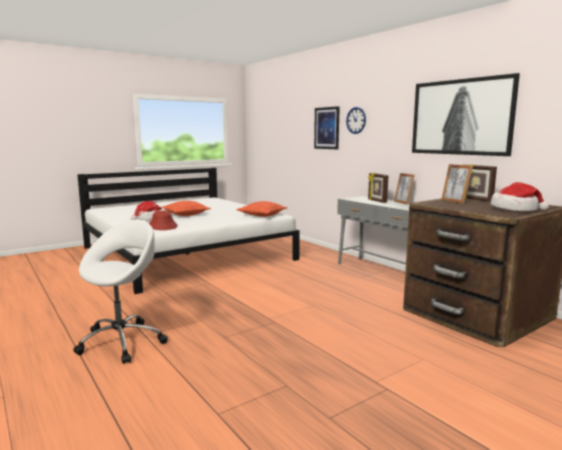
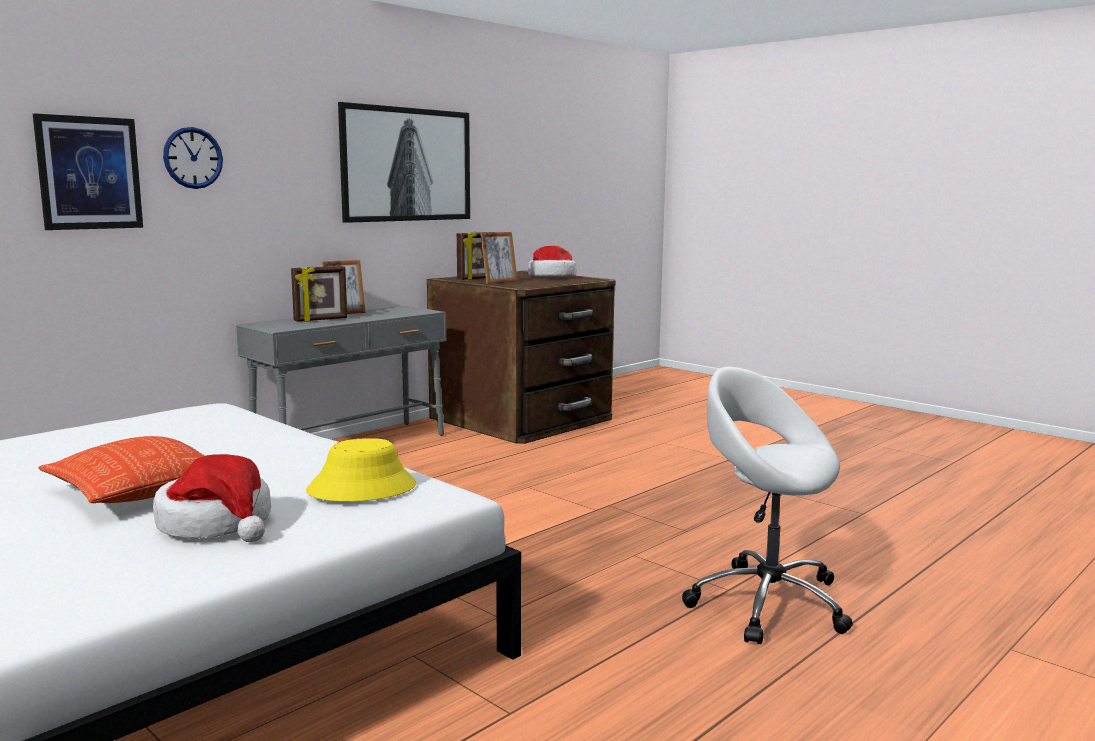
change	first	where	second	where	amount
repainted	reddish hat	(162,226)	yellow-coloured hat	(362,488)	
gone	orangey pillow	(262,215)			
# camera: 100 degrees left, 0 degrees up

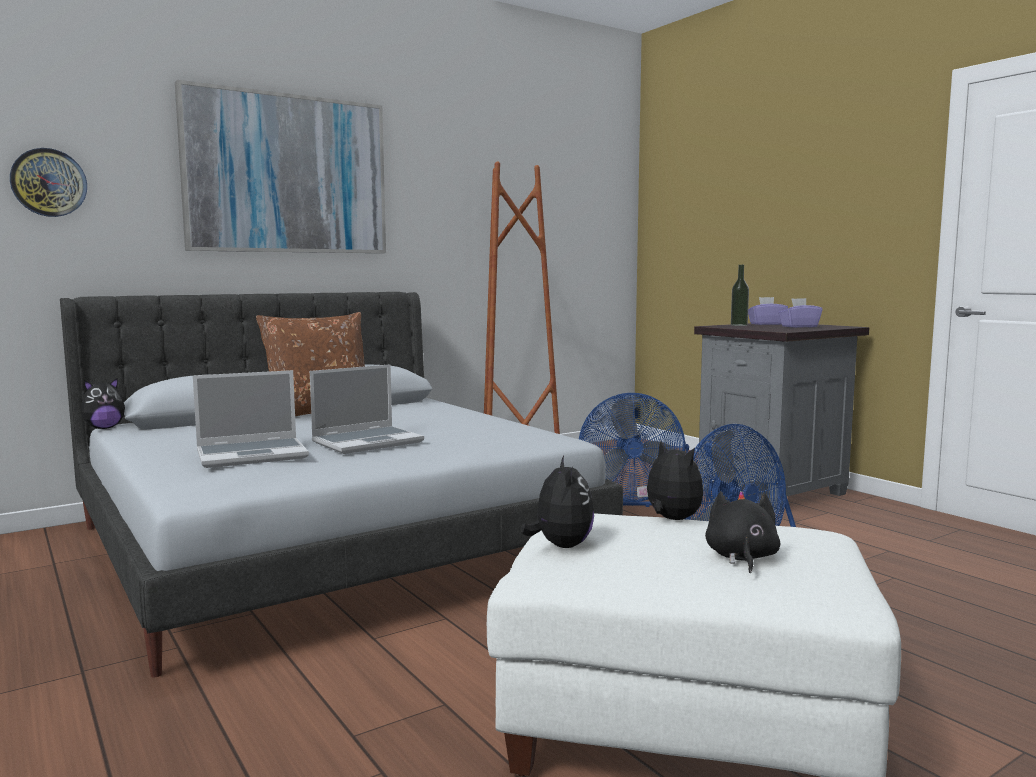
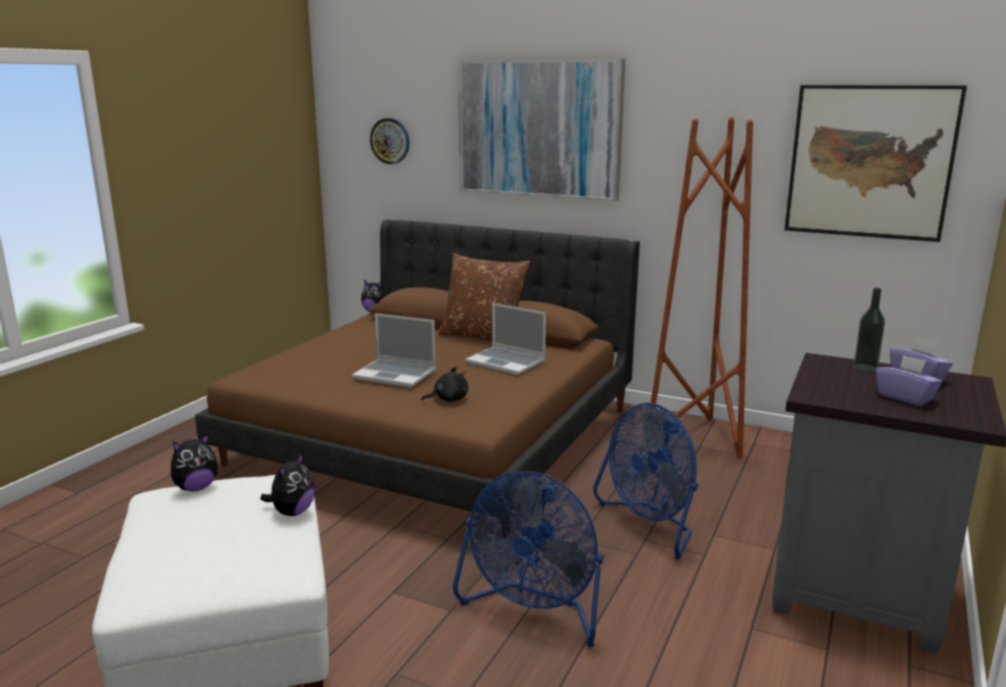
change	first	where	second	where	amount
repainted	gray bed	(329,543)	brownish bed	(436,437)	
shifted	notebook computer	(253,455)		(507,362)	
shifted	black soft toy	(741,558)		(448,399)	
new			wall picture	(869,162)	
# camera: 60 degrees right, 10 degrees up

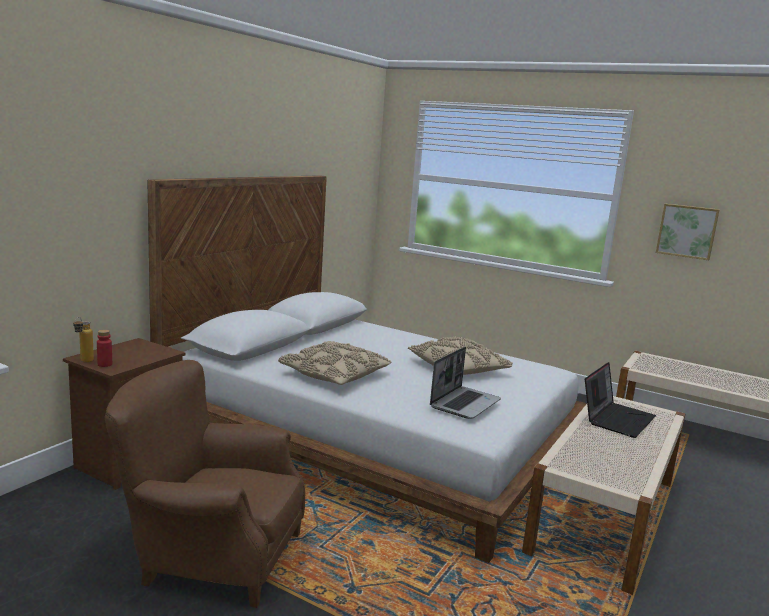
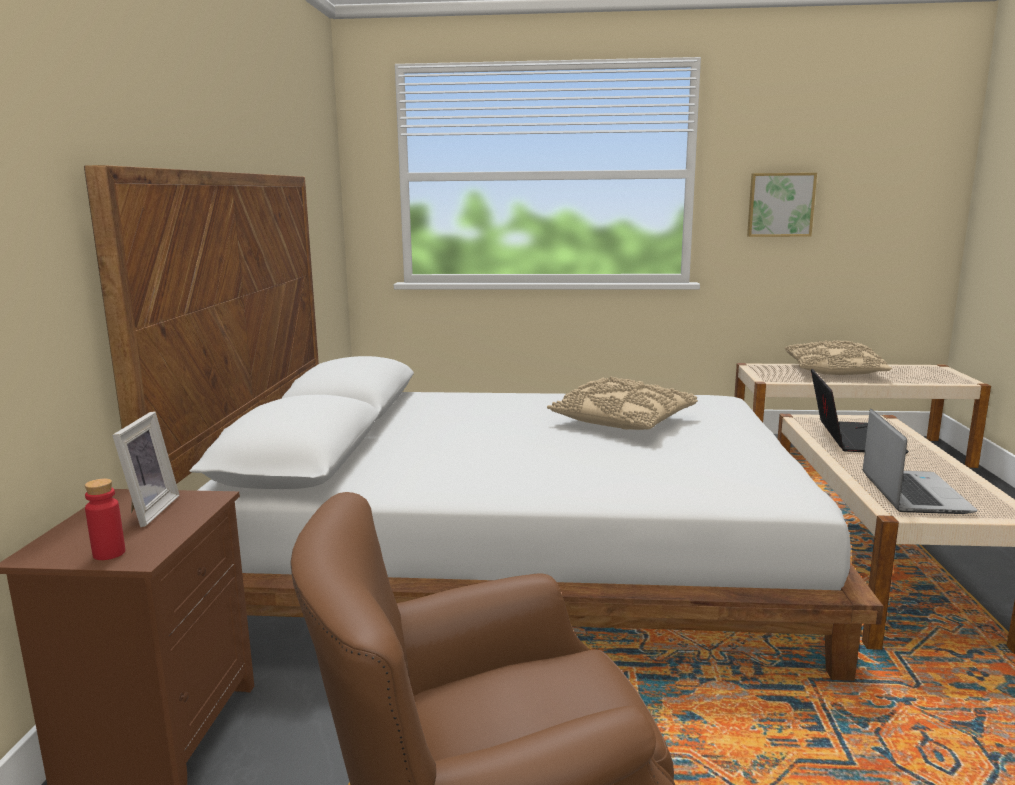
change	first	where	second	where	amount
gone	beverage bottle	(84,362)			
shifted	beige pillow	(334,374)		(833,371)	
shifted	notebook computer	(465,403)		(912,493)	
new			photo frame	(146,511)	
# camera: 25 degrees left, 0 degrees up

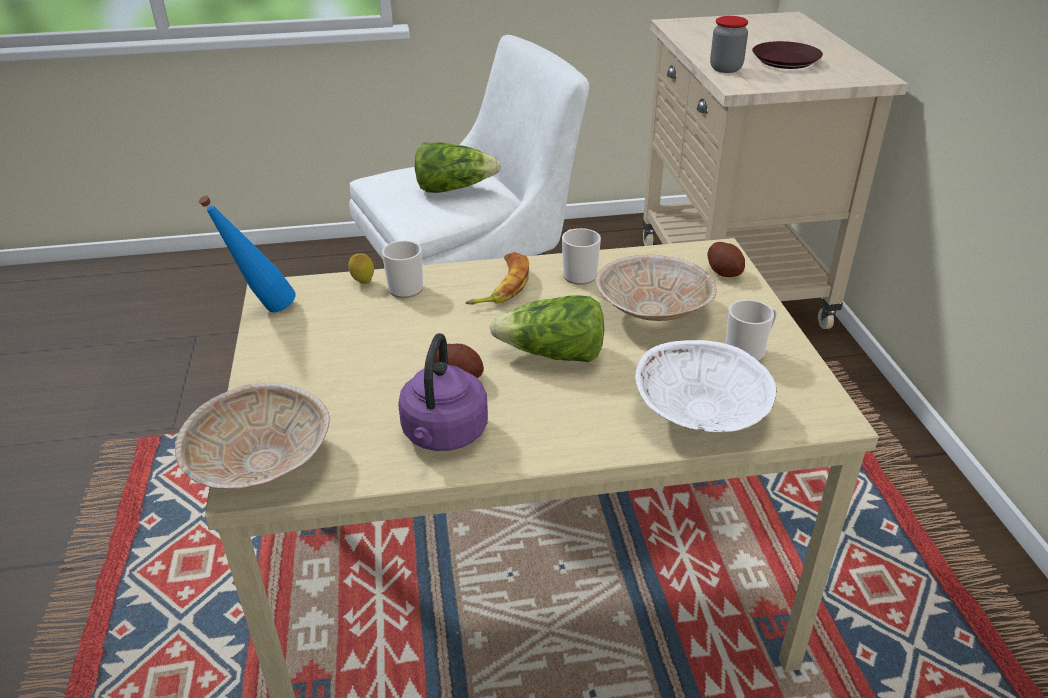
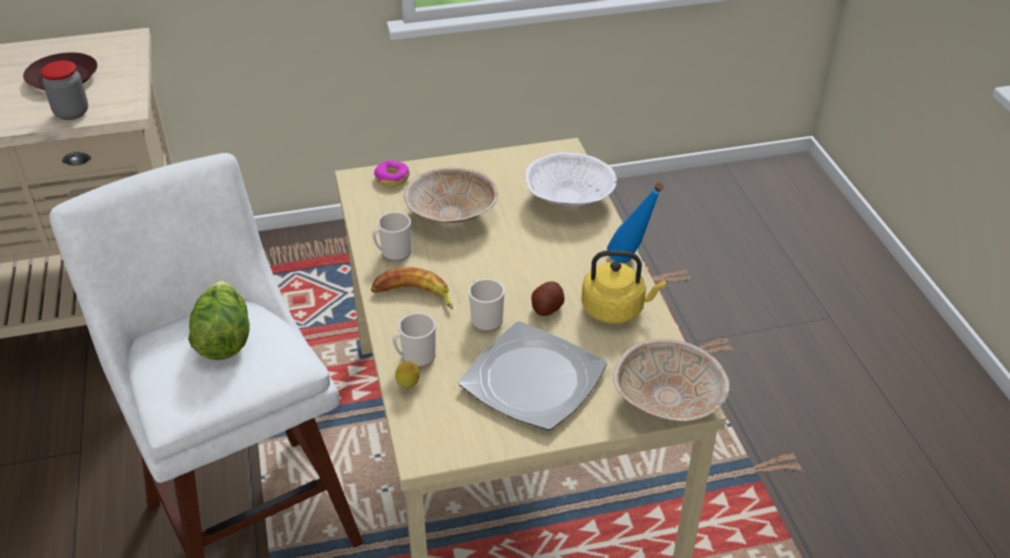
change	first	where	second	where	amount
shifted	blue-coloured beverage bottle	(263,311)		(630,263)	
repainted	purple-coloured water kettle	(443,435)	yellow-coloured water kettle	(616,309)	
gone	lettuce head	(553,355)			
swapped	whole potato	(724,272)	doughnut	(392,178)	
shifted	tea mug	(748,351)		(485,318)	
new			plate	(532,378)	
# camera: 95 degrees left, 5 degrees up

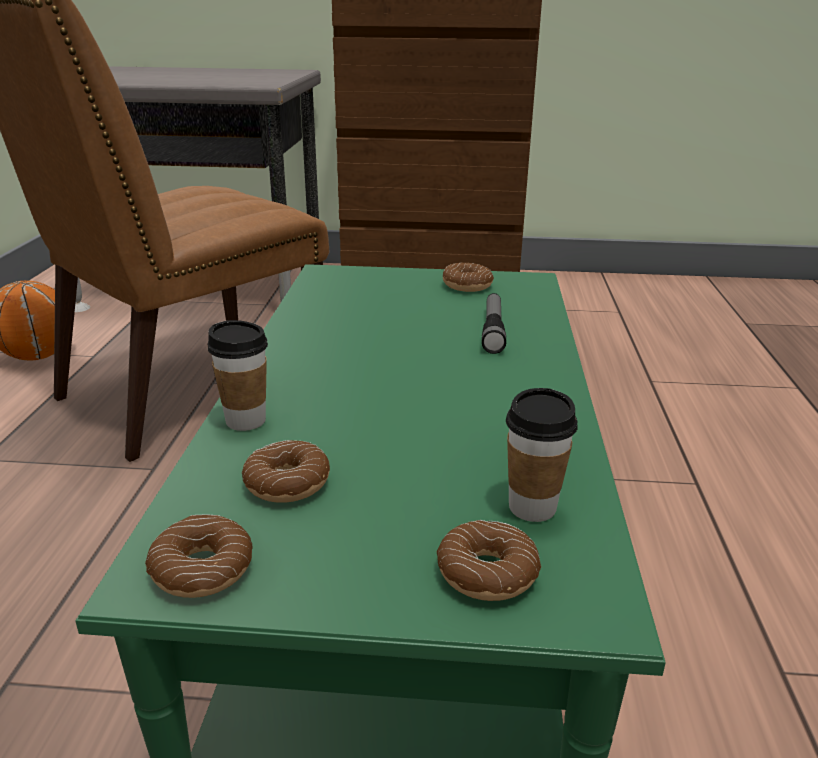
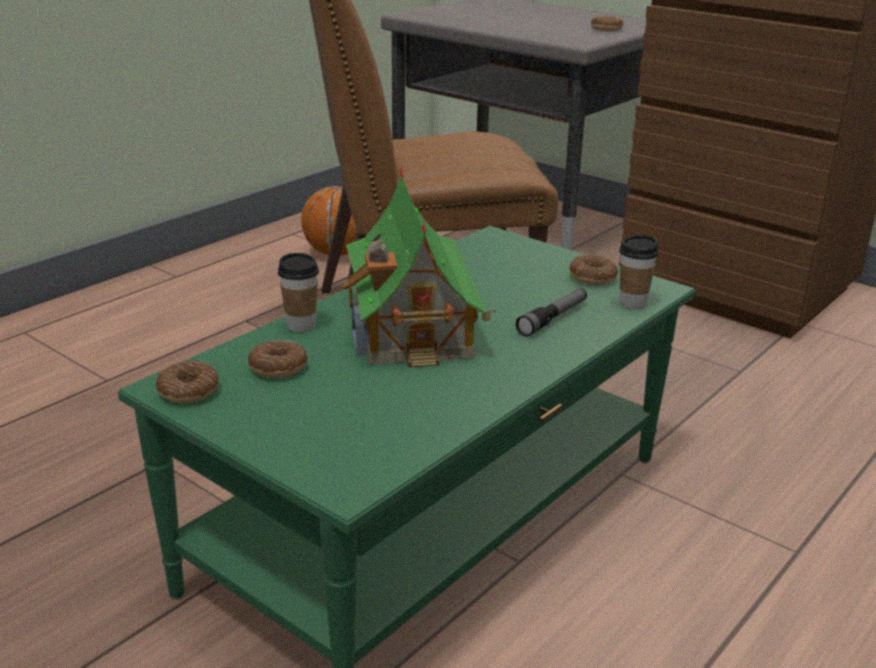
change	first	where	second	where	amount
shifted	doughnut	(487,573)		(606,29)	
shifted	drinking cup	(532,507)		(632,303)	
new			miniature house	(411,324)	
# camera: 35 degrees right, 0 degrees up

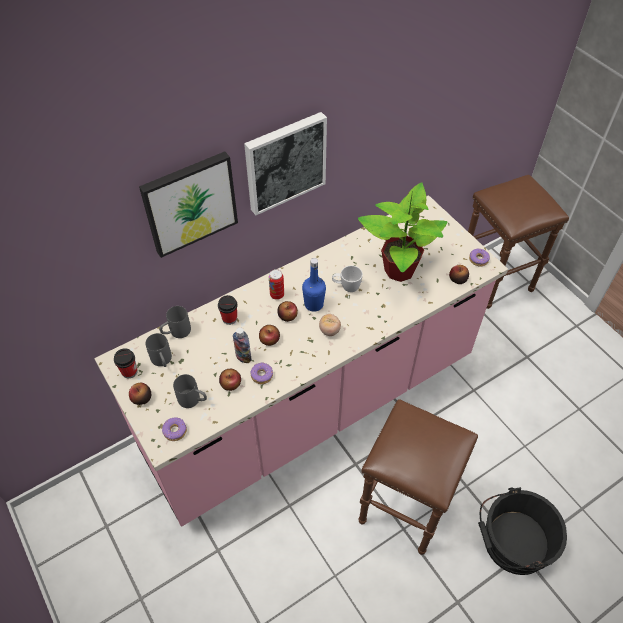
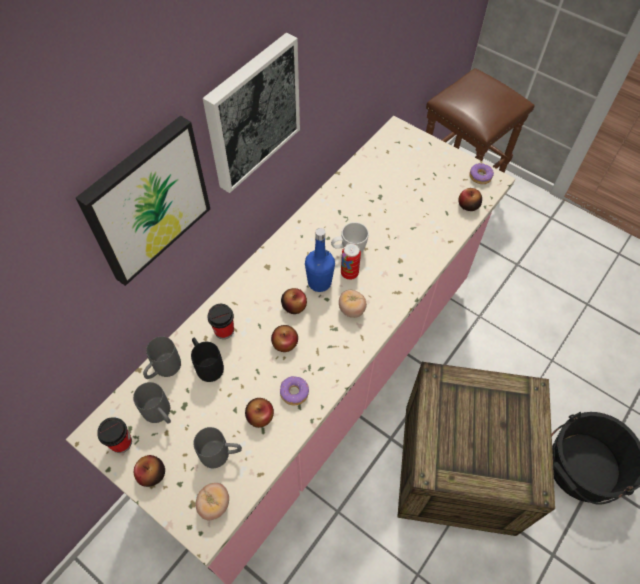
change	first	where	second	where	amount
swapped	doughnut	(175,431)	fresh tomato	(214,505)	
gone	beverage bottle	(243,357)			
shifted	can	(277,295)		(349,273)	
gone	houseplant	(399,269)			
swapped	brownish sitting stool	(403,506)	shipping crate	(458,468)	
new			black tea mug	(207,364)	
# camera: 20 degrees left, 5 degrees up

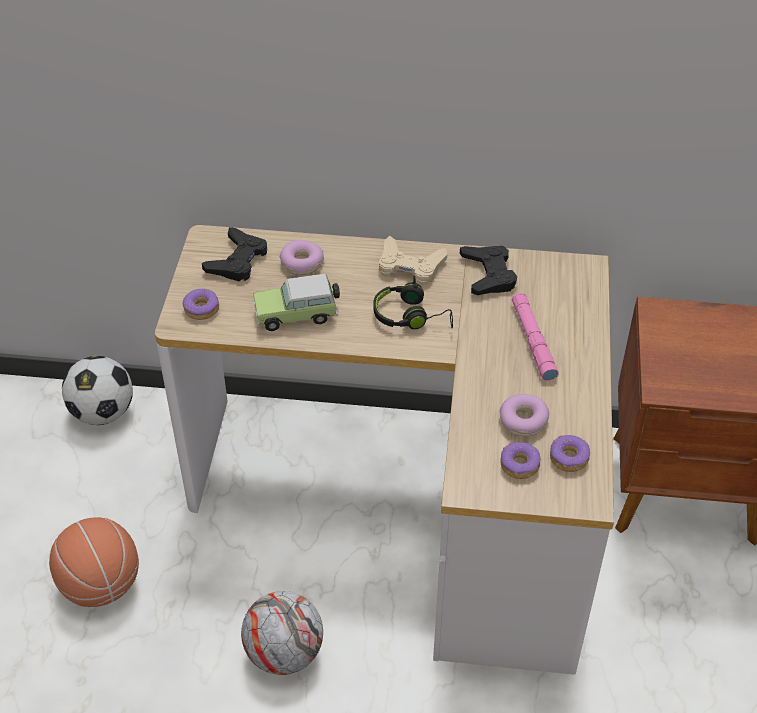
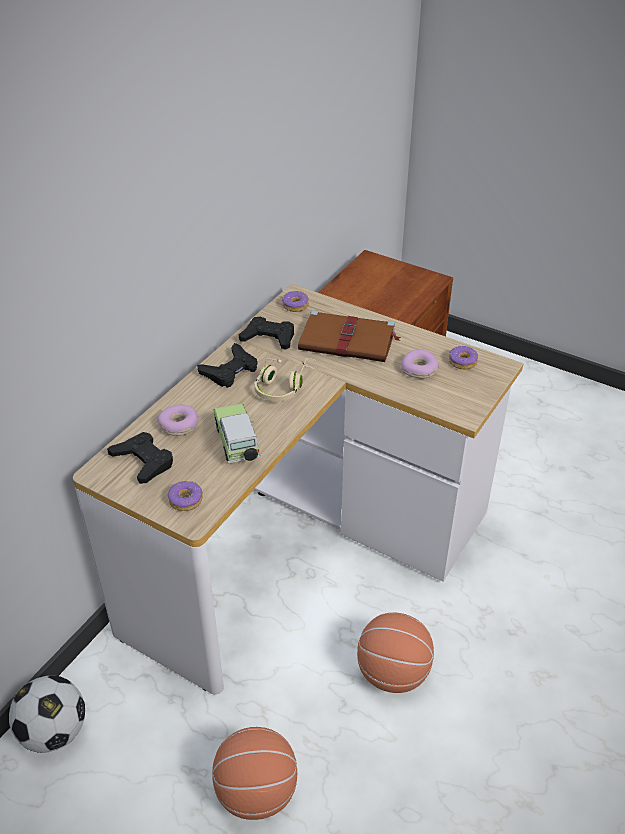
change	first	where	second	where	amount
swapped	football ball	(284,653)	basketball	(392,673)	
rotated	miniature car	(298,315)		(237,444)	150 degrees clockwise
repainted	black headphones	(411,316)	beige headphones	(284,386)	
repainted	beige joypad	(410,266)	black joypad	(230,371)	
shifted	doughnut	(519,465)		(295,306)	
swapped	pinkish hand torch	(533,341)	brownish book	(349,340)	
# camera: 65 degrees left, 5 degrees down

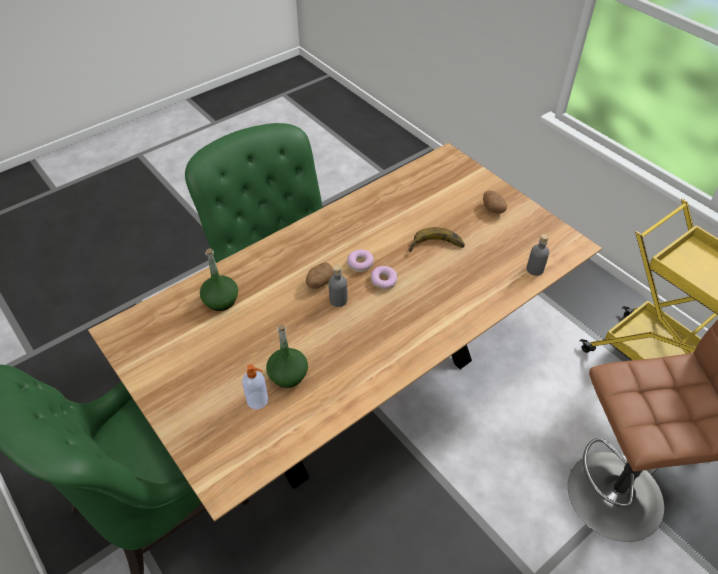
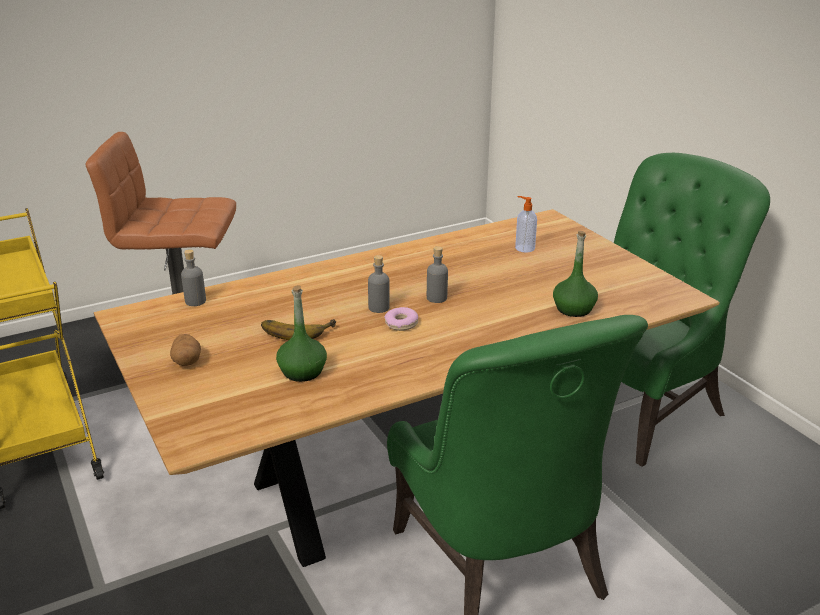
change	first	where	second	where	amount
shifted	green-coloured beverage bottle	(288,375)		(302,372)	
gone	whole potato	(319,283)			
swapped	doughnut	(383,281)	gray beverage bottle	(379,308)	
# camera: 170 degrees left, 20 degrees down

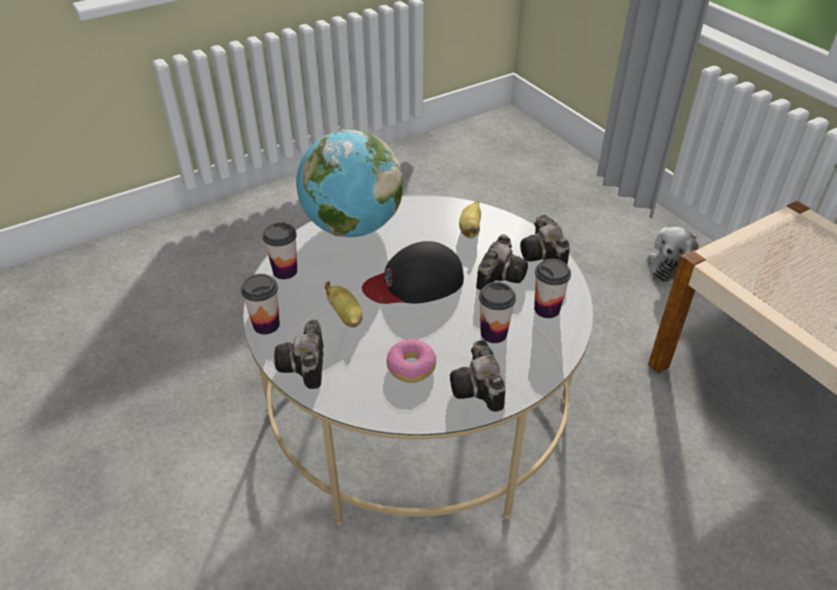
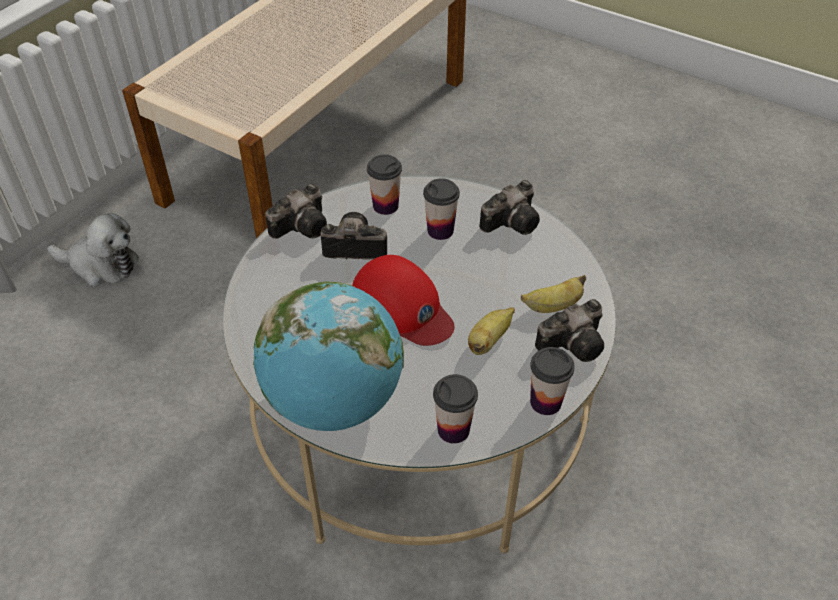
change	first	where	second	where	amount
repainted	black peaked cap	(415,282)	reddish peaked cap	(402,307)	
gone	doughnut	(411,367)			
shifted	whole banana	(470,230)		(552,306)	
# camera: 115 degrees left, 5 degrees up

